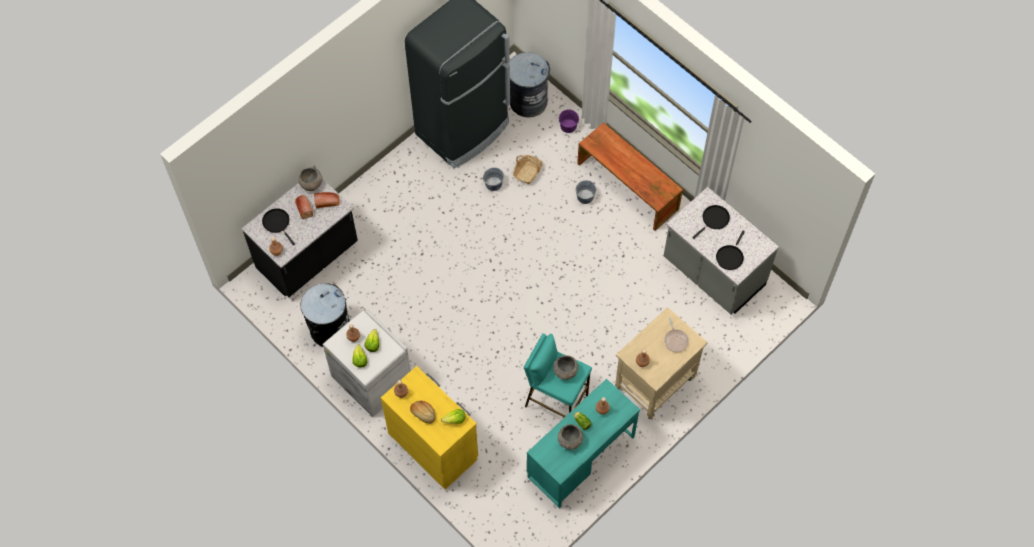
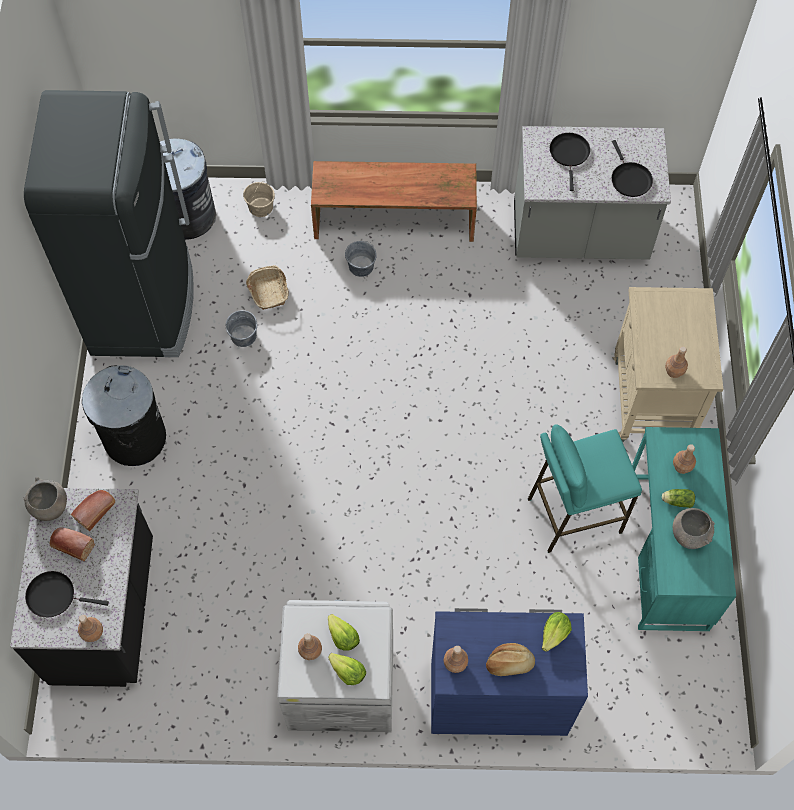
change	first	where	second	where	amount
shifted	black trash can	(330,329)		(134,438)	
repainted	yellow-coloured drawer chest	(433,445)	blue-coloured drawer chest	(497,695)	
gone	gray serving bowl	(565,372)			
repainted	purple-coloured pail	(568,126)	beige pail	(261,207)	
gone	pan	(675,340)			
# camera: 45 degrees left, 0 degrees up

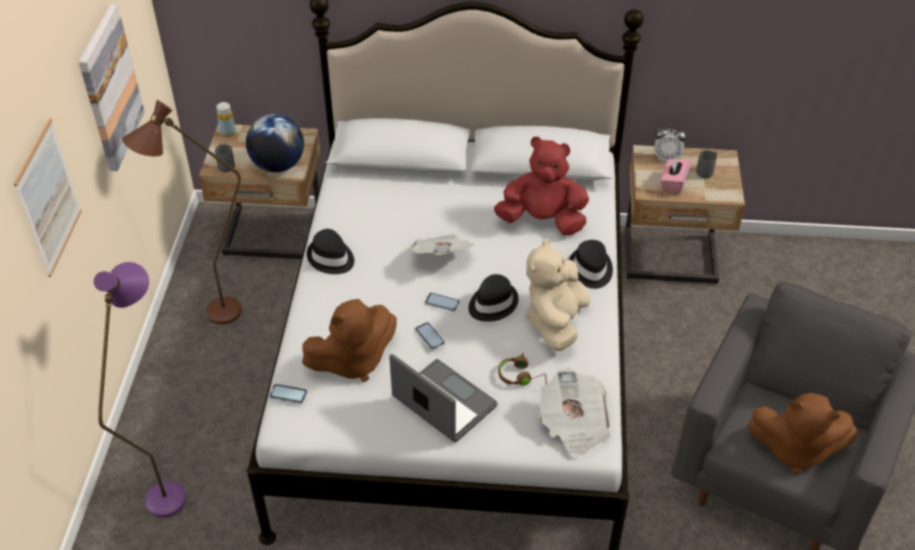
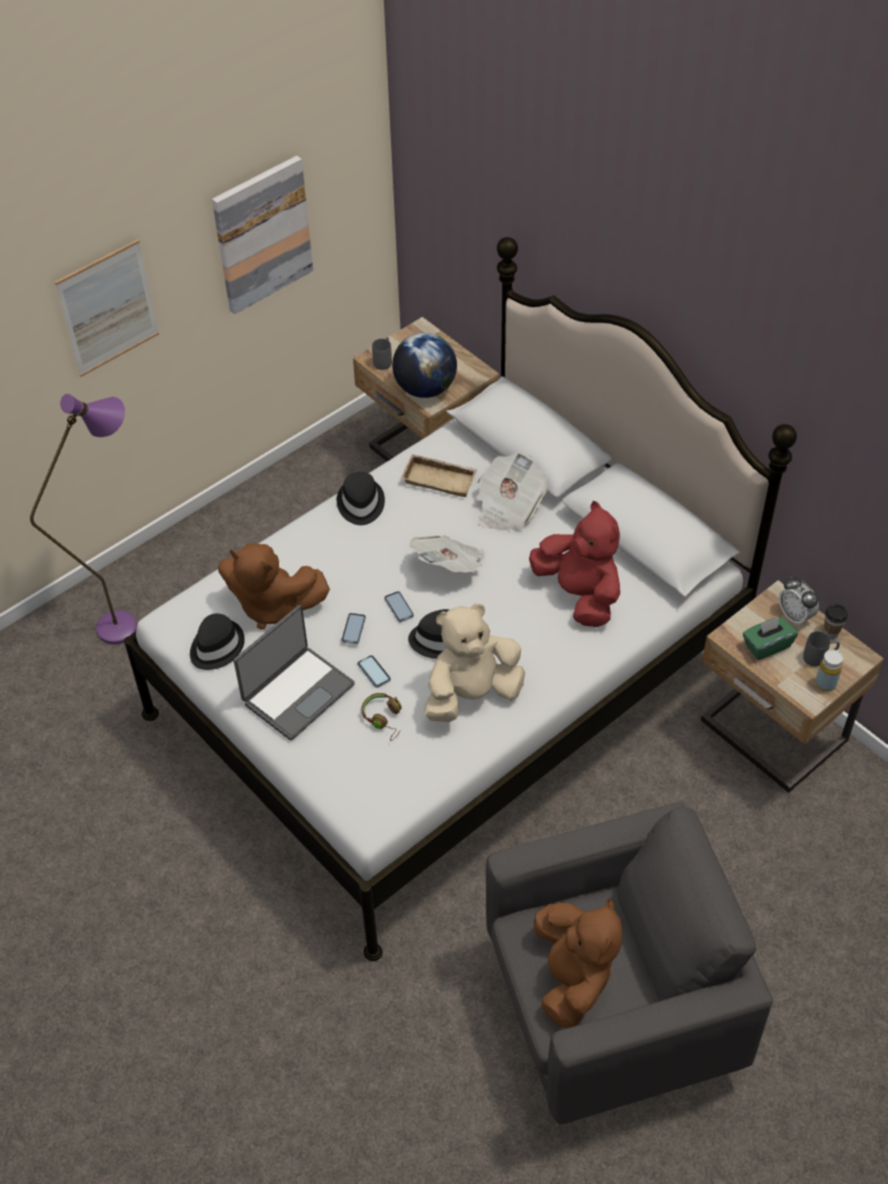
change	first	where	second	where	amount
gone	brownish floor lamp	(212,317)			
shifted	yellow-coloured beverage bottle	(228,132)		(825,684)	
shifted	phone	(288,394)		(374,672)	
rotated	notebook computer	(443,403)		(297,693)	45 degrees clockwise
shifted	printed paper	(573,426)		(508,507)	
shifted	black hat	(590,270)		(216,646)	
repainted	pinkish tissue holder	(673,183)	green-coloured tissue holder	(766,646)	
rotated	brownish soft toy	(795,449)		(572,977)	150 degrees counterclockwise
new			beige carrying tray	(441,478)	
new			drinking cup	(831,632)	
# camera: 45 degrees right, 5 degrees up

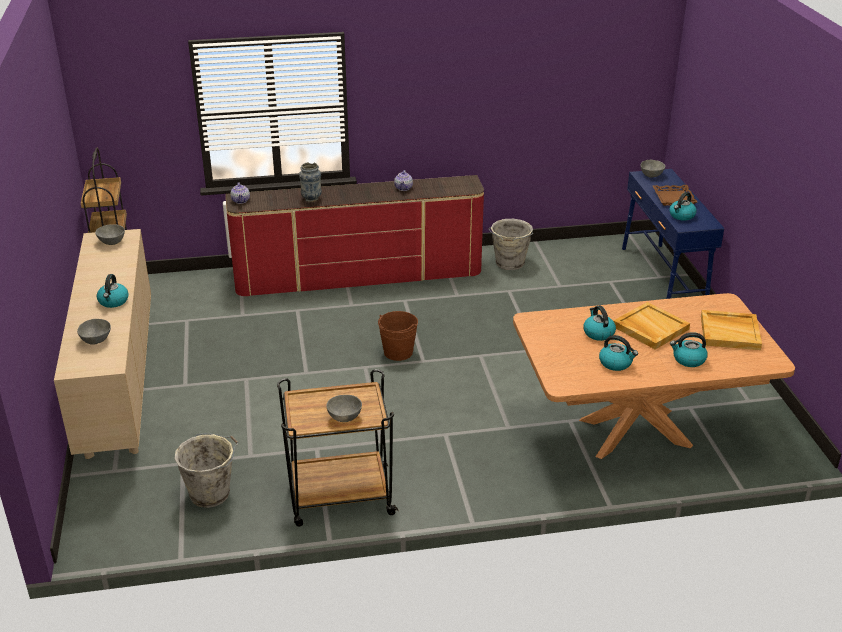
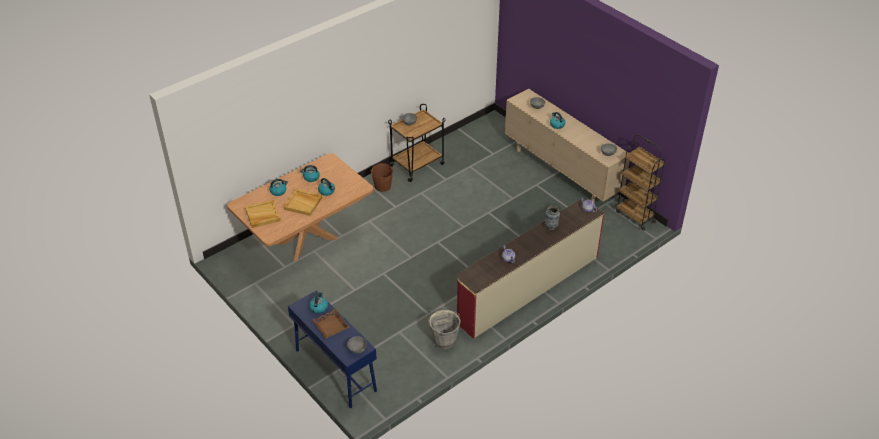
change	first	where	second	where	amount
gone	gray pail	(211,493)			
shifted	brownish pail	(398,352)		(382,186)	
# camera: 150 degrees right, 10 degrees up

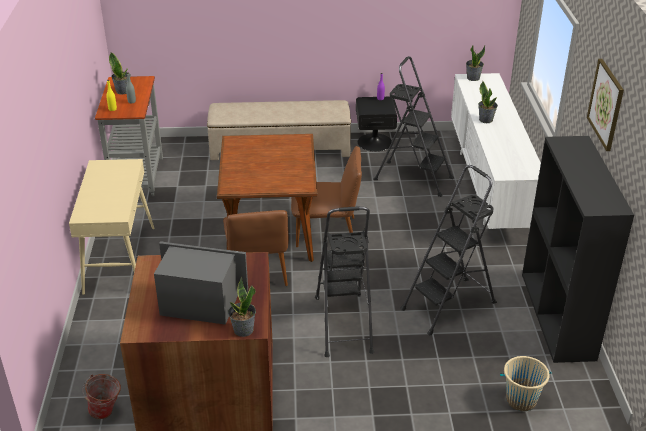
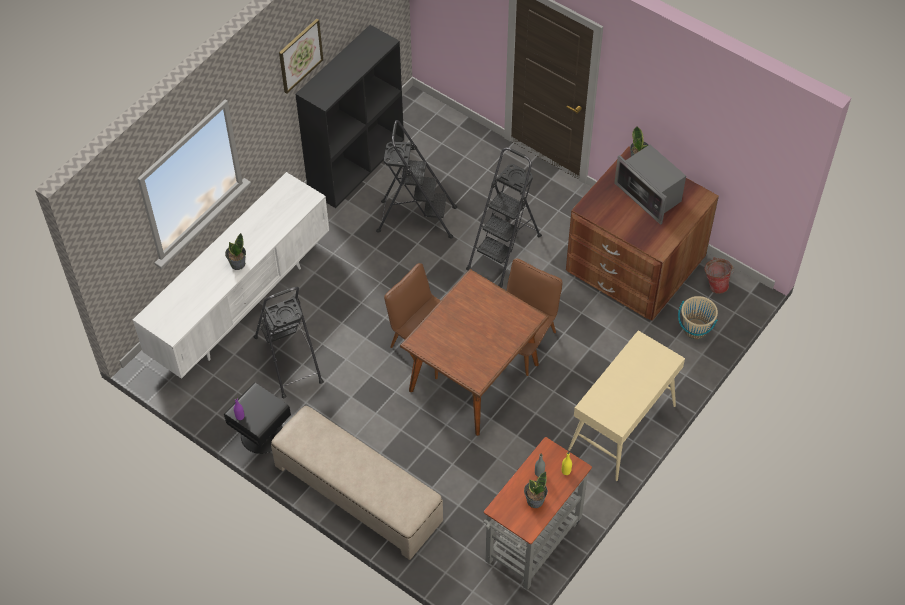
change	first	where	second	where	amount
gone	houseplant	(473,78)			
shifted	beige pail	(521,400)		(695,329)	
# camera: 140 degrees left, 20 degrees up

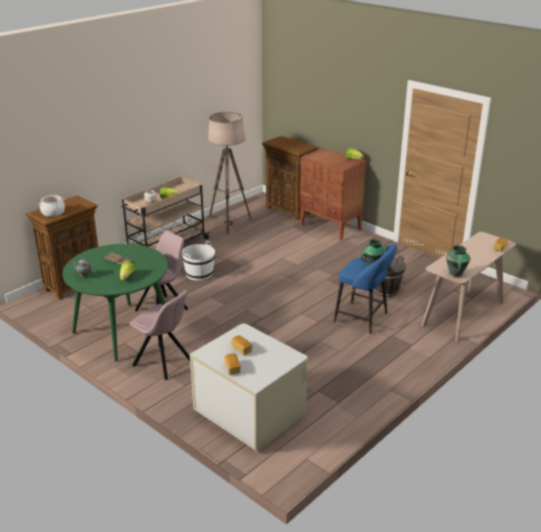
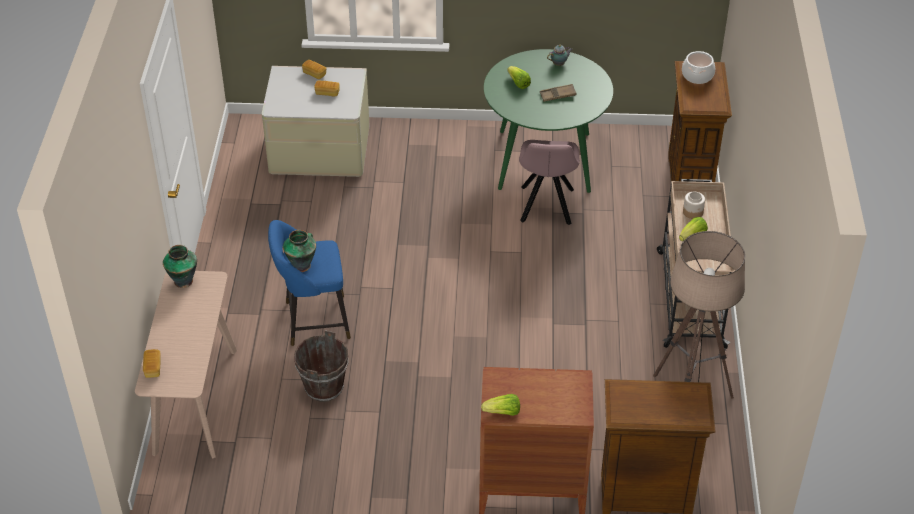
change	first	where	second	where	amount
gone	pinkish plain chair	(163,362)			
gone	white-coloured pail	(199,273)			
# camera: 140 degrees right, 15 degrees up

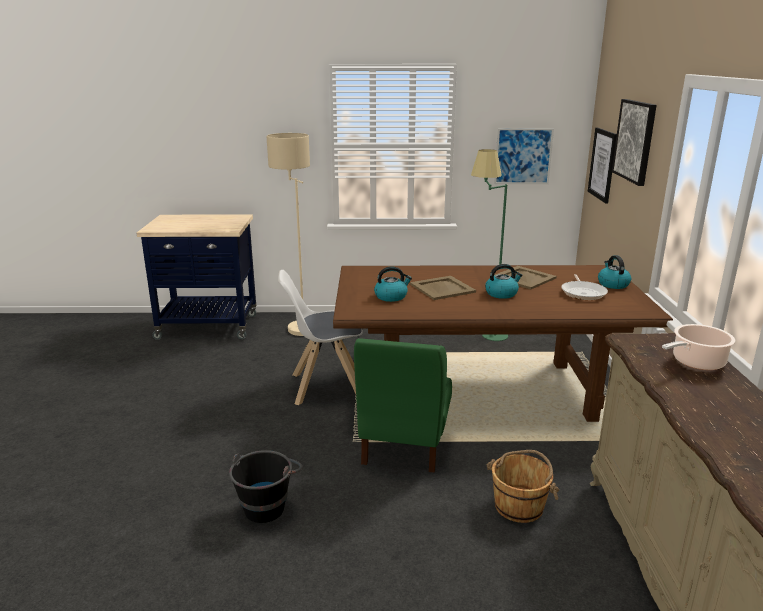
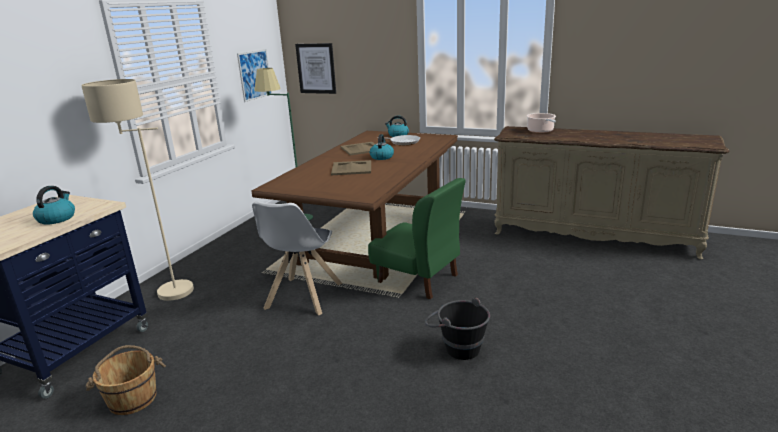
change	first	where	second	where	amount
shifted	water kettle	(391,296)		(57,218)	
shifted	brownish pail	(519,506)		(133,398)	
gone	wall picture	(635,141)			
# camera: 65 degrees left, 0 degrees up

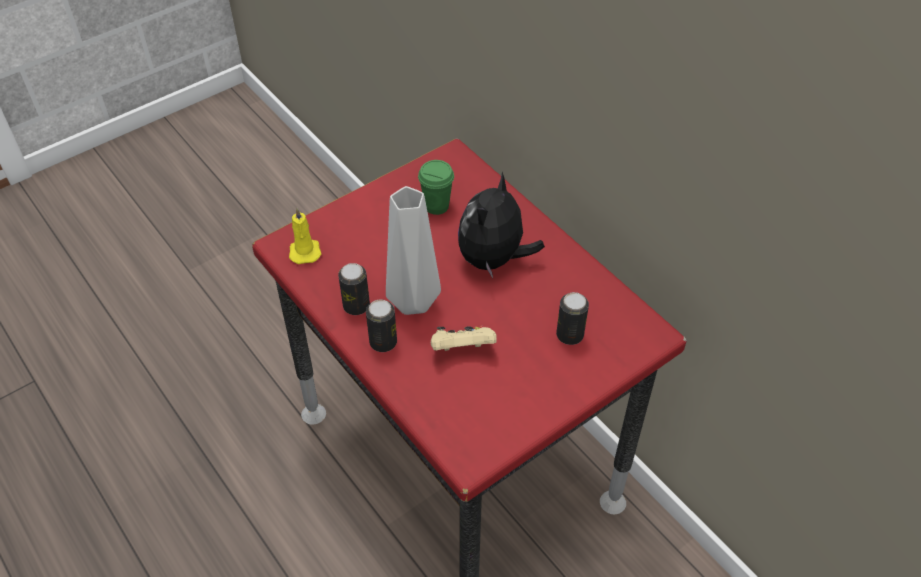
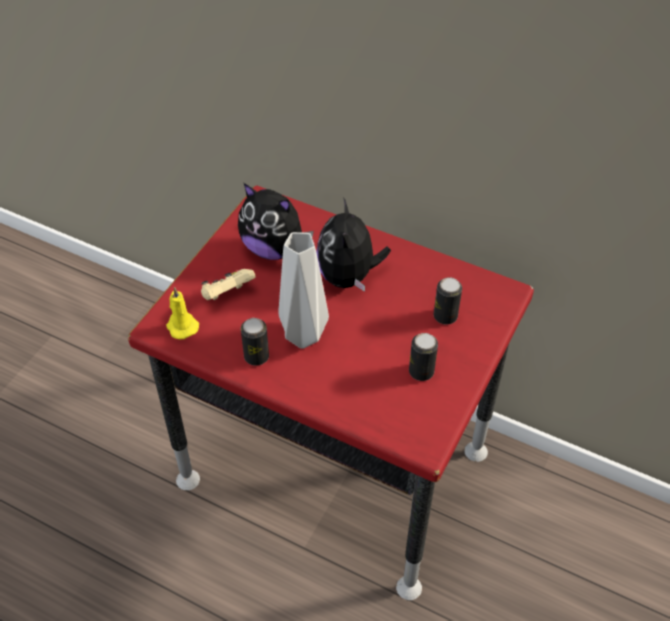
change	first	where	second	where	amount
shifted	can	(383,342)		(421,371)	
swapped	green-coloured drinking cup	(436,206)	soft toy	(274,248)	
shifted	beige joypad	(462,349)		(227,294)	
# camera: 25 degrees left, 0 degrees up

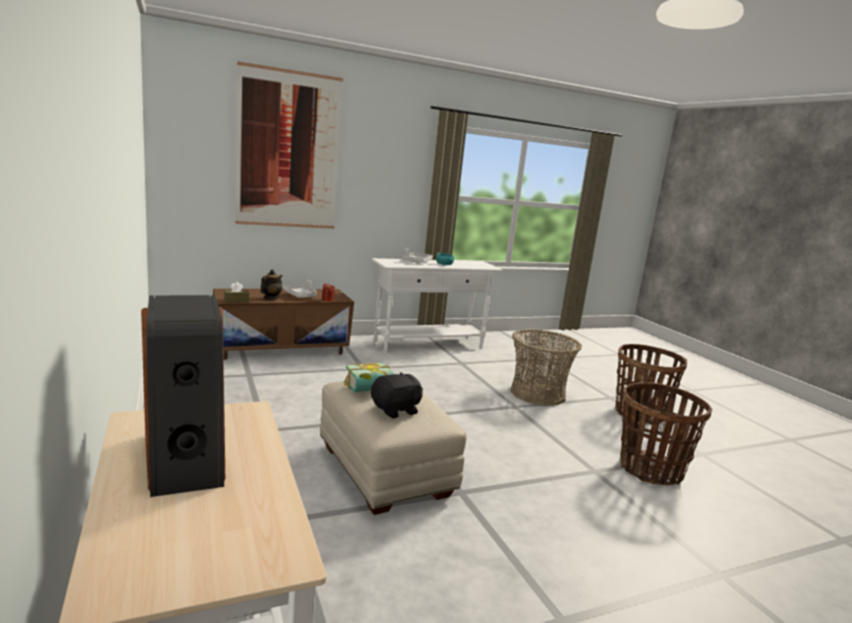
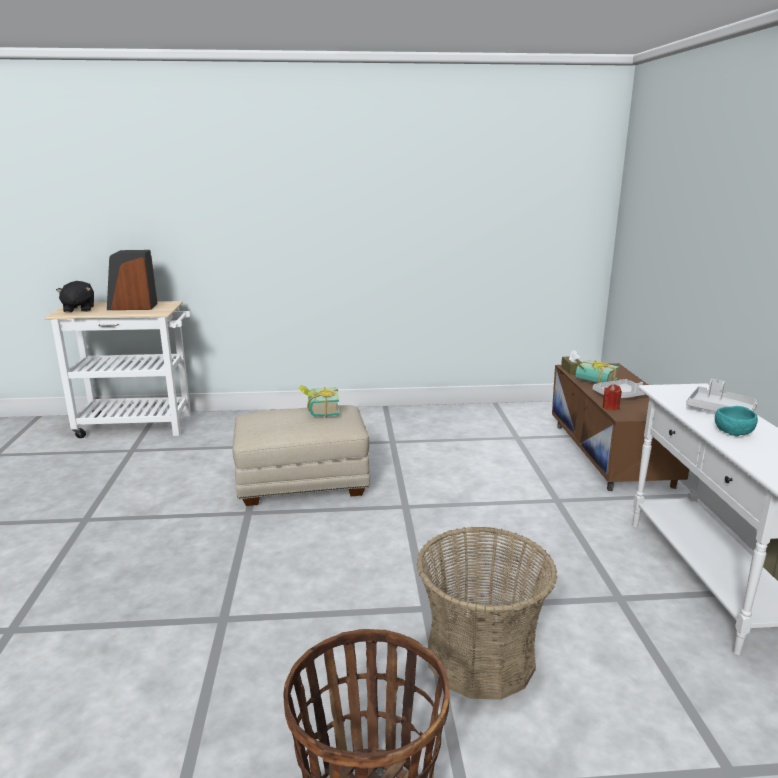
change	first	where	second	where	amount
gone	wall picture	(288,150)			
swapped	tea pot	(271,298)	book	(594,382)	
shifted	black soft toy	(396,410)		(79,309)	
gone	household basket	(650,470)			
# camera: 110 degrees right, 5 degrees up

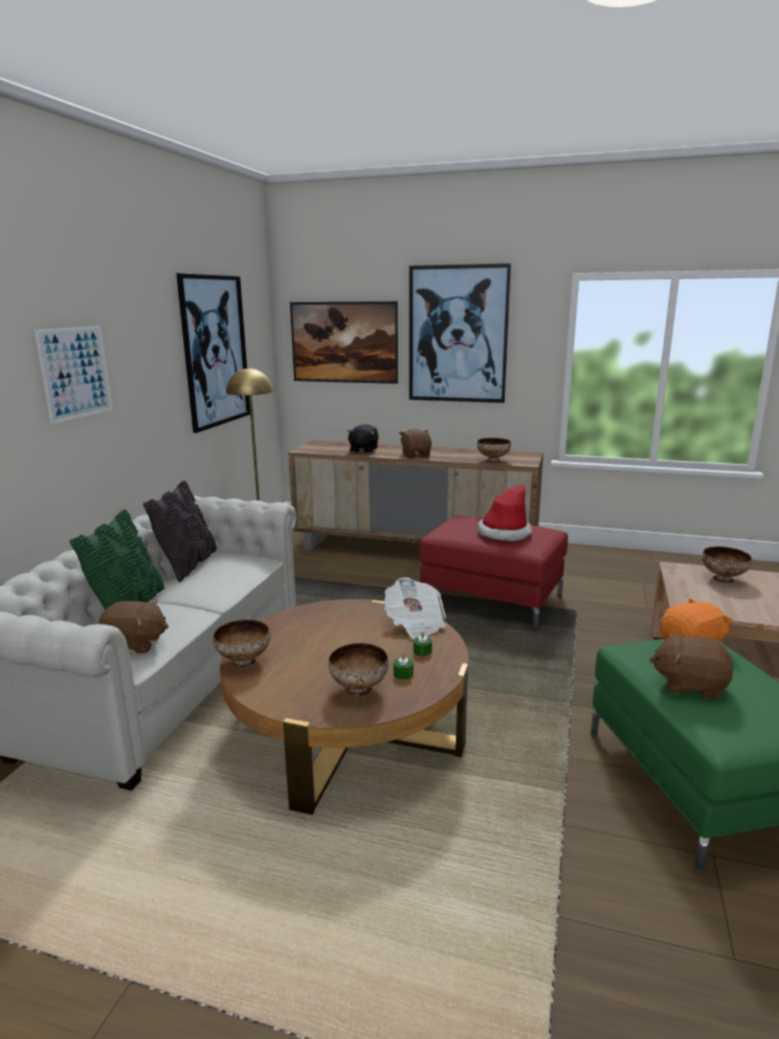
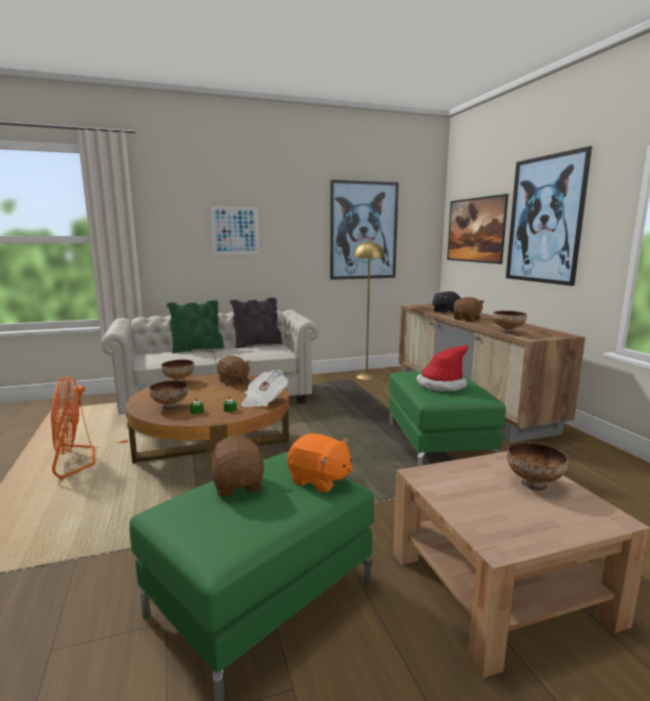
change	first	where	second	where	amount
shifted	brownish soft toy	(135,644)		(233,381)	
repainted	reddish pouffe	(492,599)	green-coloured pouffe	(439,445)	
new			orangey fan	(80,457)	
# camera: 55 degrees right, 5 degrees down

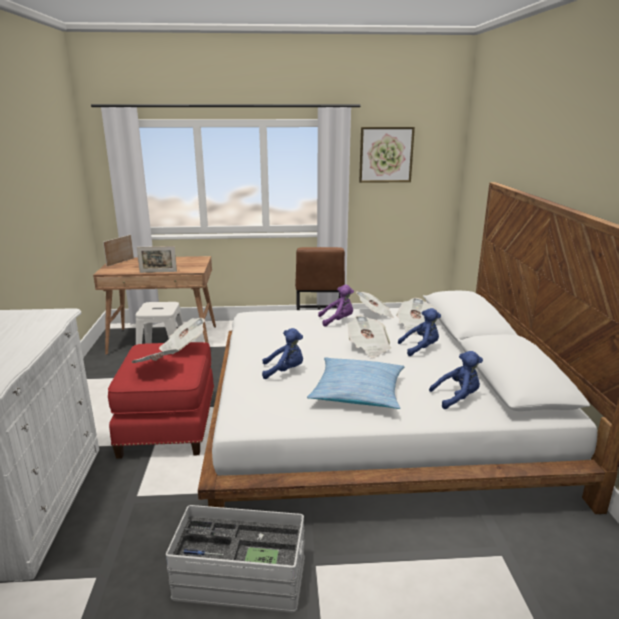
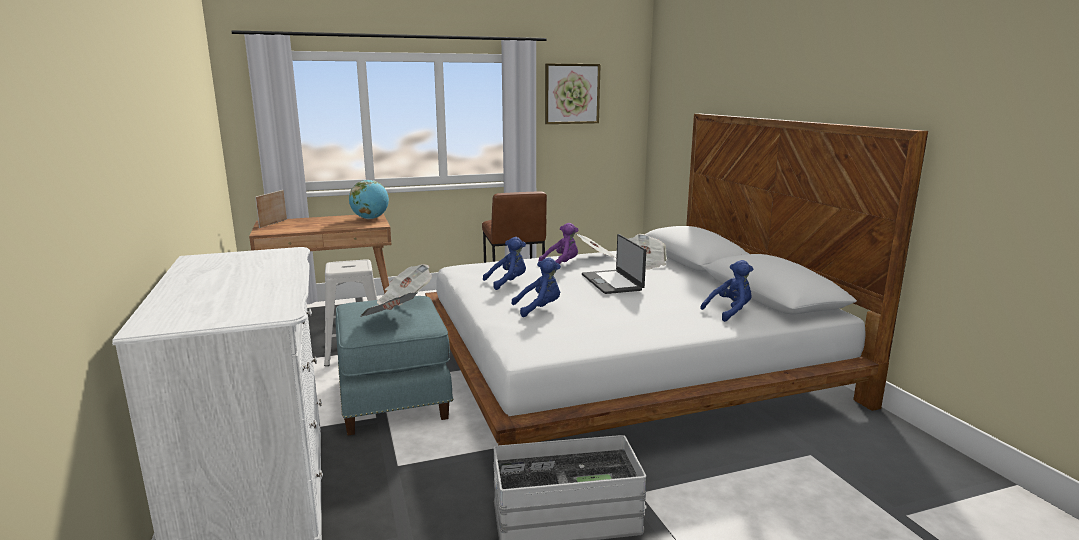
change	first	where	second	where	amount
repainted	reddish pouffe	(170,426)	blue-coloured pouffe	(395,397)	
gone	photo frame	(158,272)			
gone	pillow	(357,392)			
swapped	printed paper	(368,347)	notebook computer	(612,282)	
shifted	blue-coloured soft toy	(421,348)		(508,283)	
new			world globe	(370,218)	
# camera: 15 degrees left, 5 degrees down

